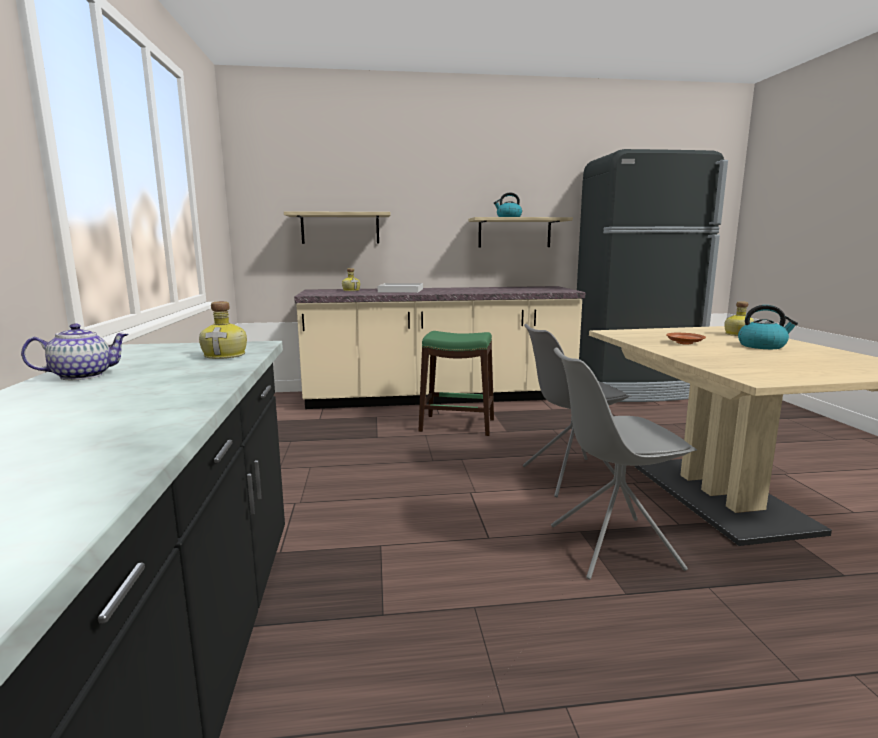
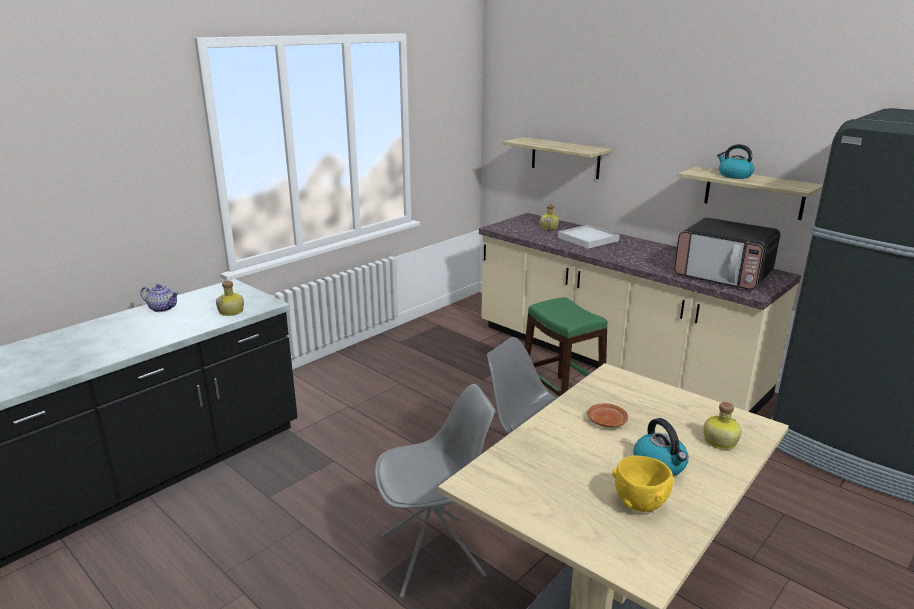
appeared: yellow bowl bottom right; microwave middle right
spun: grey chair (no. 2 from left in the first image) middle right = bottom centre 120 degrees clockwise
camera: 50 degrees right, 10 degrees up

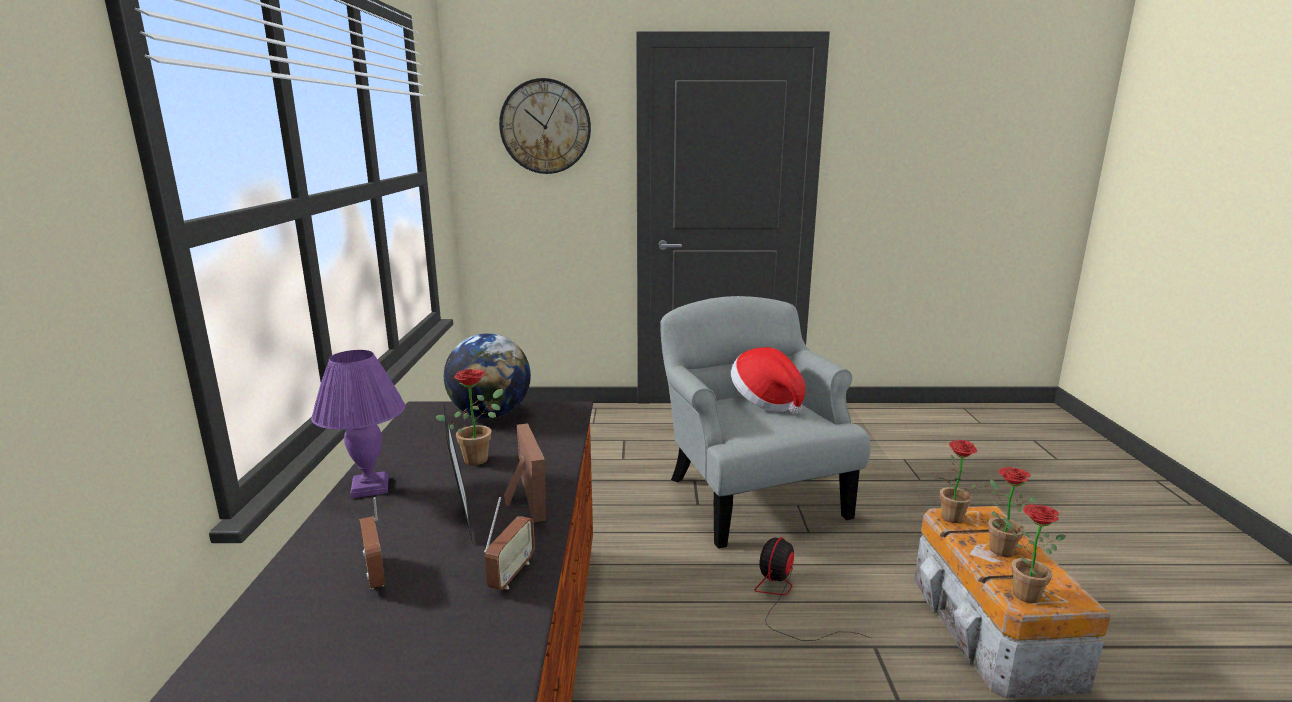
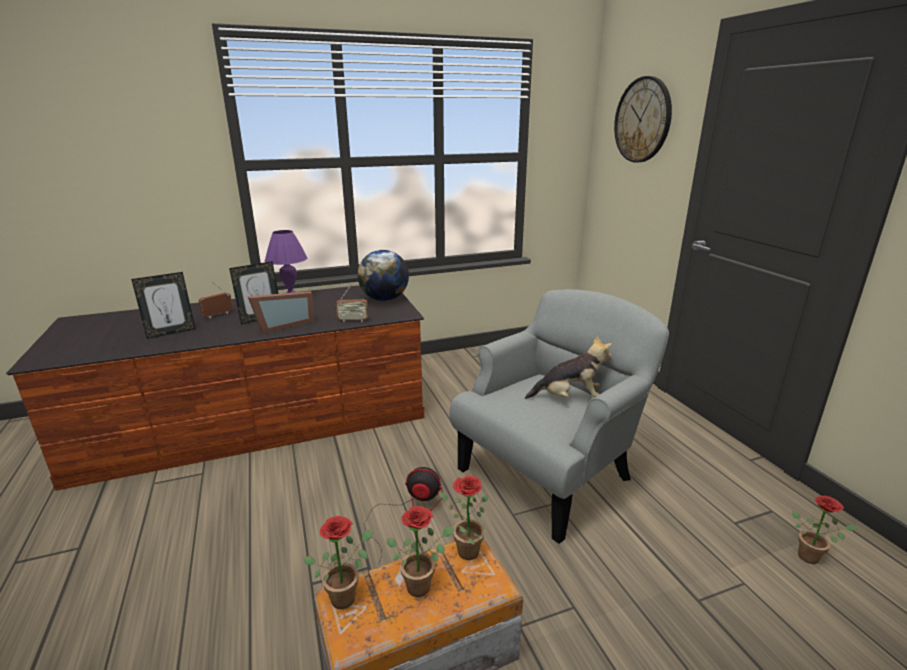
appeared: picture frame (no. 1 from left) middle left
relocated: potted plant (no. 1 from left in the first image) centre to potted plant (no. 4 from left) bottom right; radio (no. 2 from left) bottom centre to centre
exchanged: hat centre to plush toy centre
camera: 70 degrees right, 5 degrees up

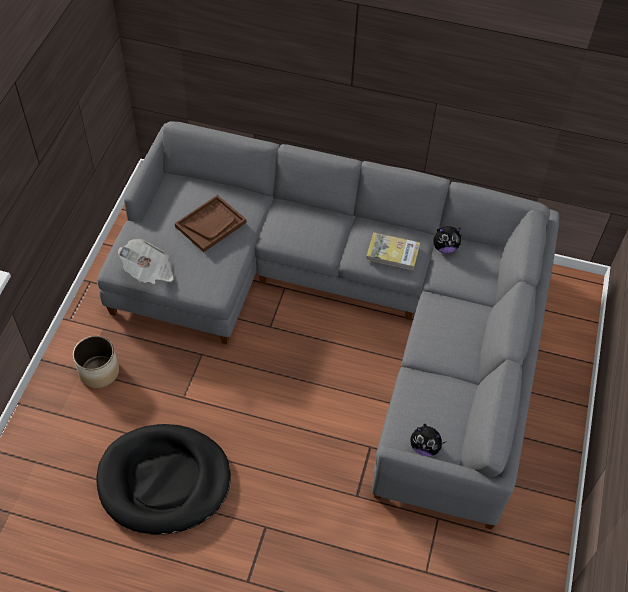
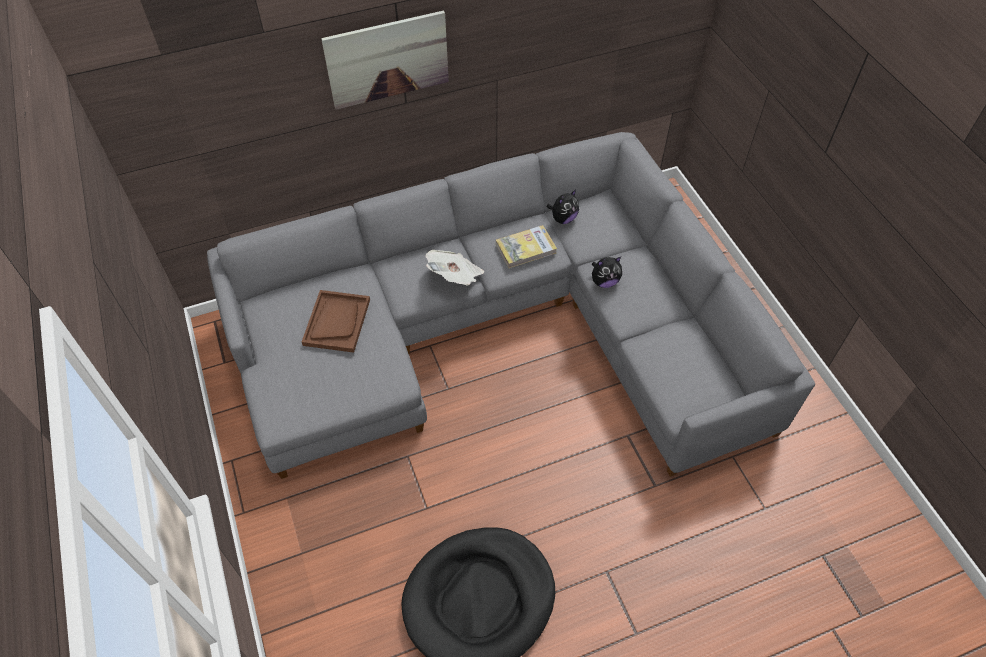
missing: planter middle left
appeared: picture top centre
relocated: newspaper middle left to centre; plush toy (no. 1 from left in the first image) bottom right to plush toy (no. 2 from left) centre
camera: 35 degrees left, 0 degrees up

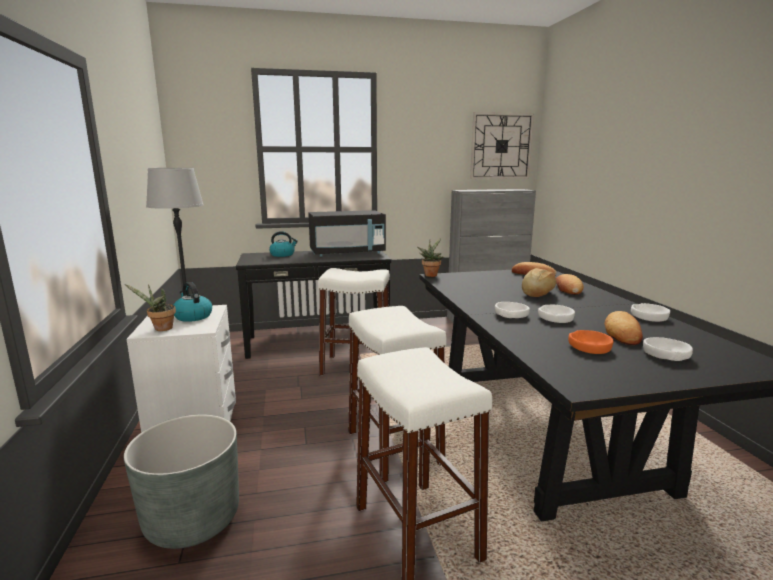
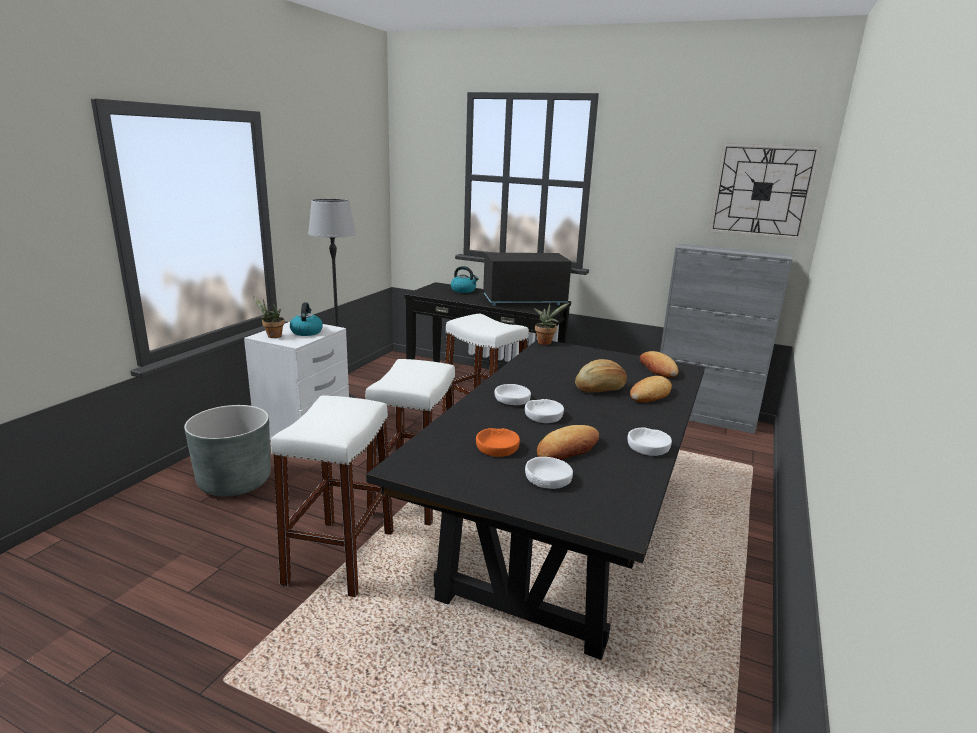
spun: black microwave centre = centre 150 degrees clockwise
camera: 35 degrees right, 5 degrees up

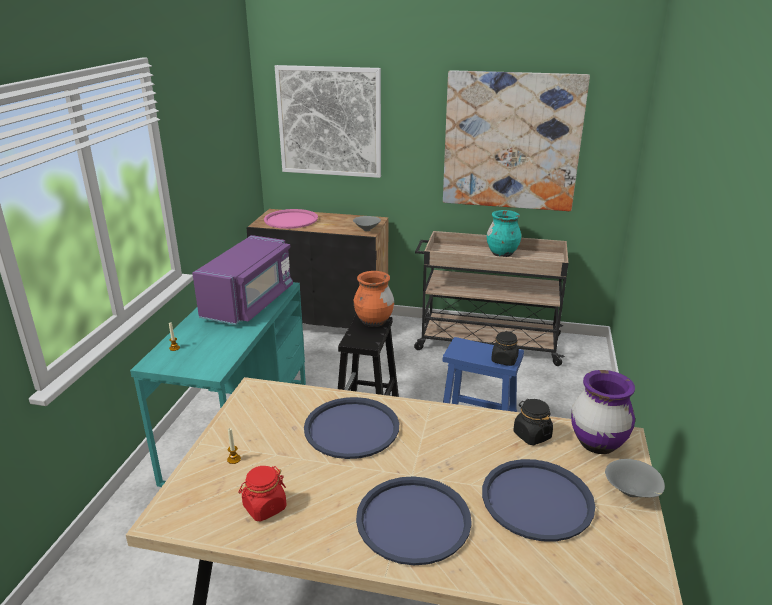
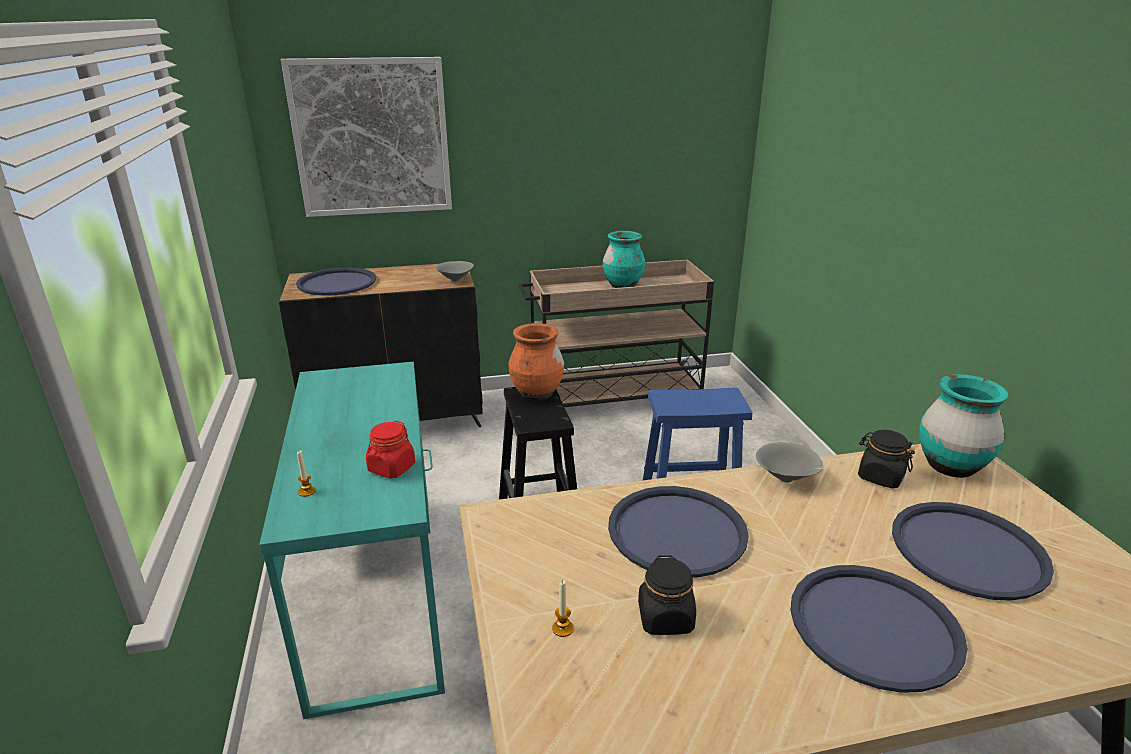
missing: purple microwave middle left; picture (no. 2 from left) top right
relocated: red jar bottom centre to centre; black jar (no. 1 from left) centre to bottom centre; grey bowl (no. 2 from left) bottom right to middle right
colour: pink tray centre to blue tray (no. 1 from left) middle left; purple vase bottom right to turquoise vase (no. 2 from left) middle right
camera: 25 degrees left, 0 degrees up

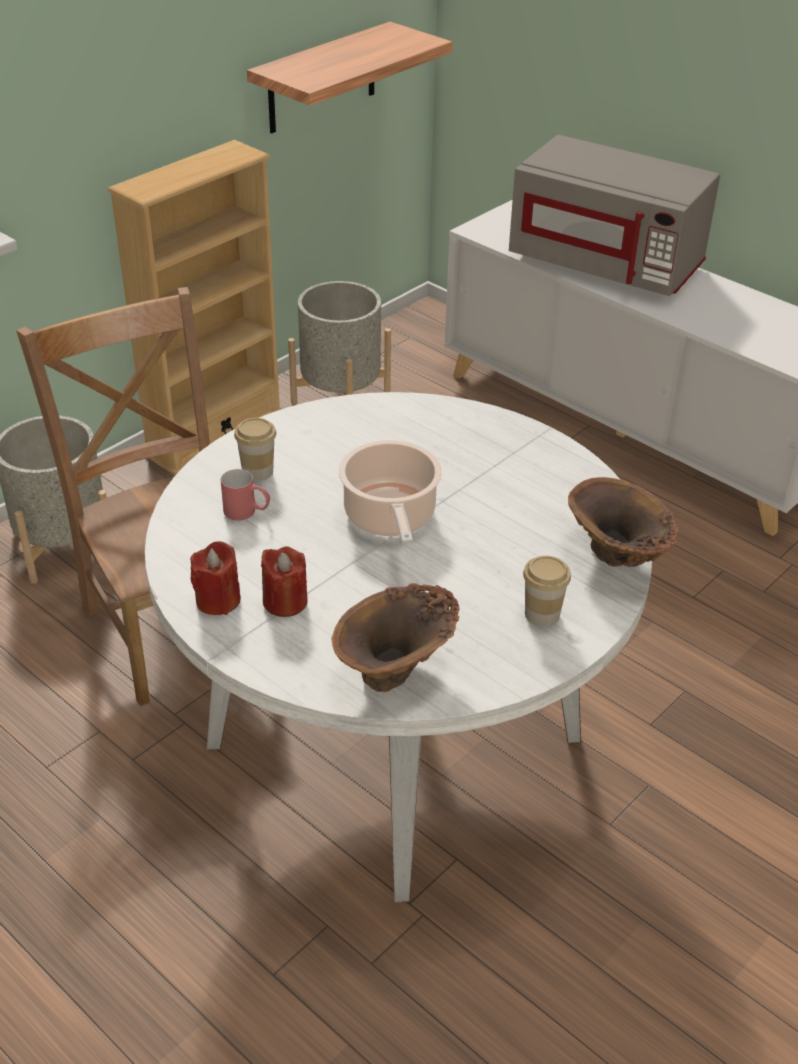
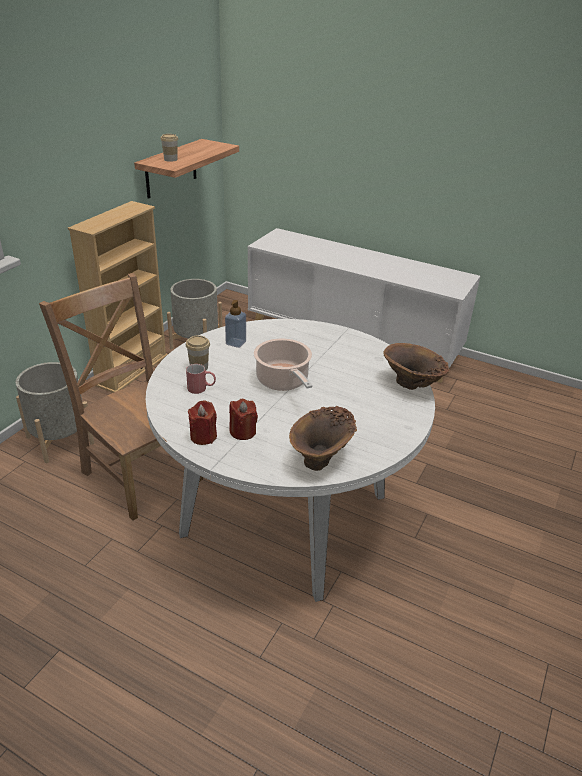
missing: grey microwave top right
appeared: soap dispenser centre
relocated: cup (no. 2 from left in the first image) middle right to cup (no. 1 from left) top left
camera: 15 degrees left, 5 degrees down

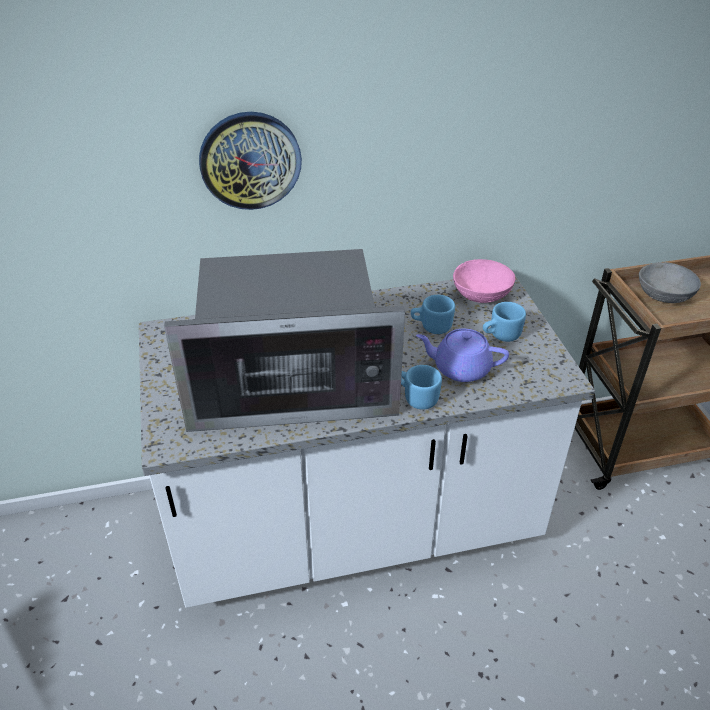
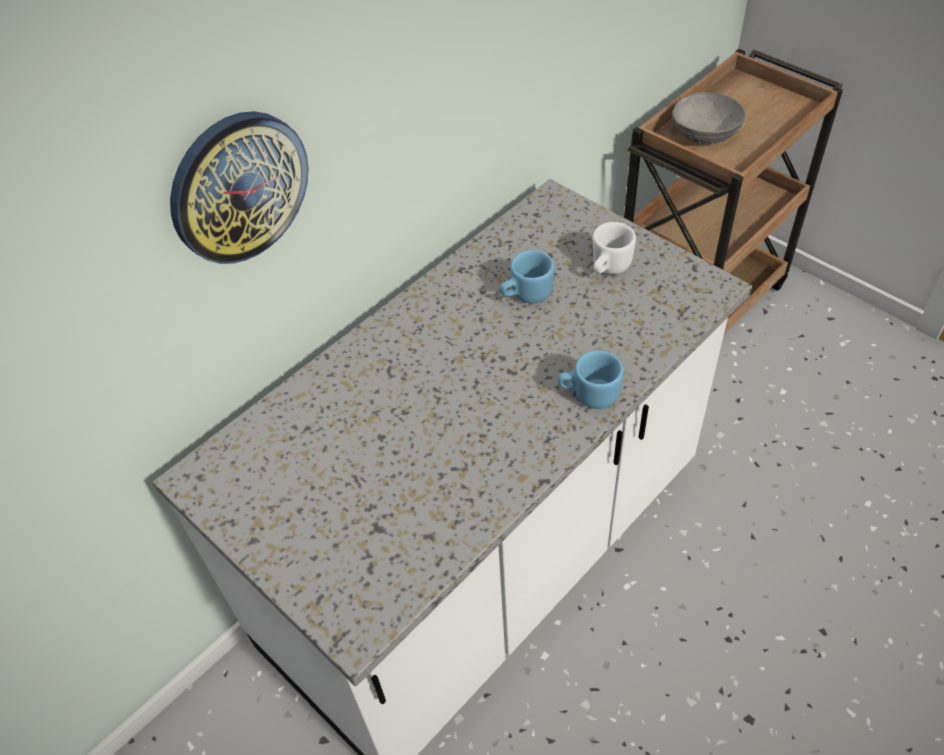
missing: microwave centre; purple teapot centre; pink bowl middle right
colour: blue mug (no. 3 from left) middle right to white mug top centre
camera: 30 degrees left, 10 degrees up

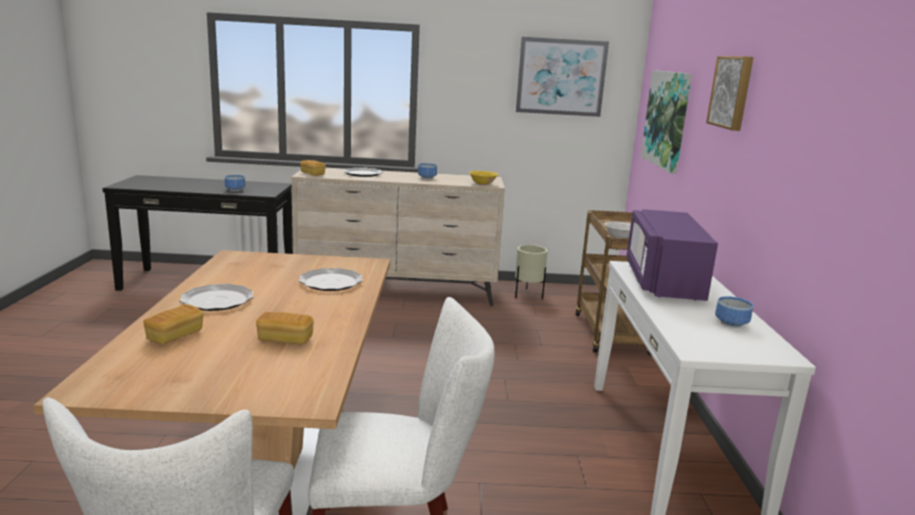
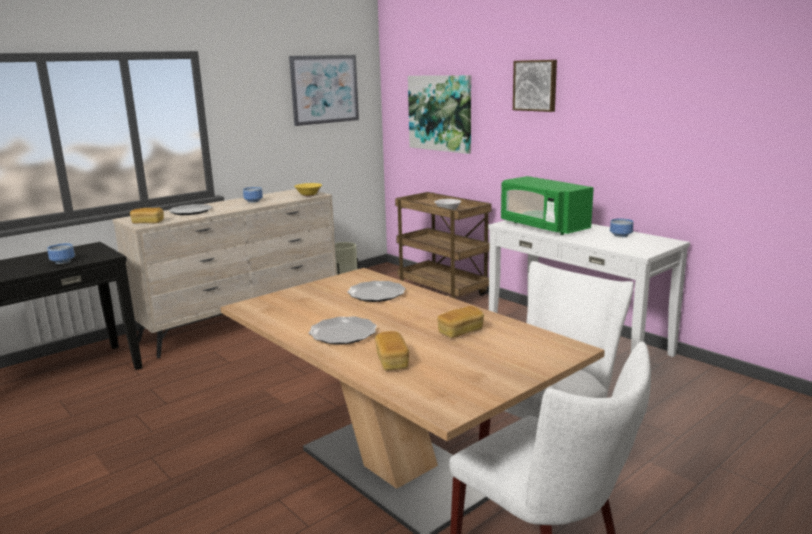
colour: purple microwave middle right to green microwave middle right
camera: 40 degrees left, 0 degrees up

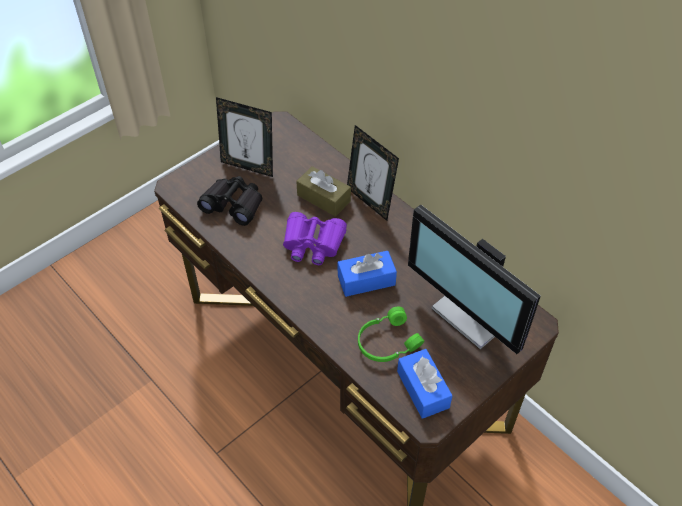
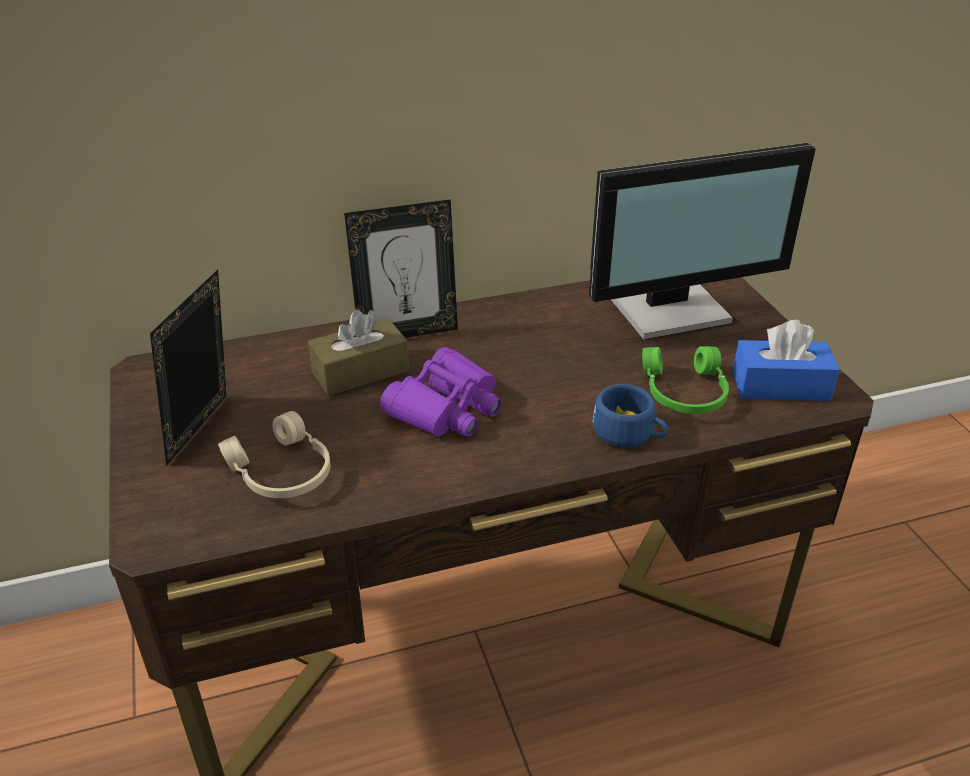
missing: blue tissue box (no. 1 from left) centre
appeared: blue cup centre
exchanged: black binoculars centre to beige headphones middle left
spun: picture frame (no. 1 from left) top centre = middle left 150 degrees clockwise
camera: 65 degrees left, 15 degrees down

